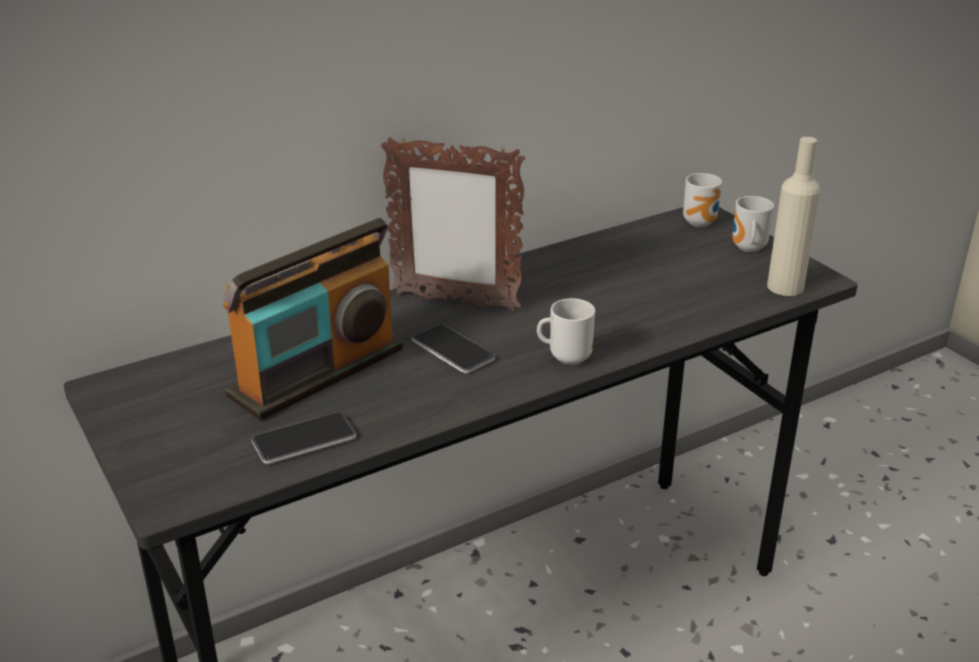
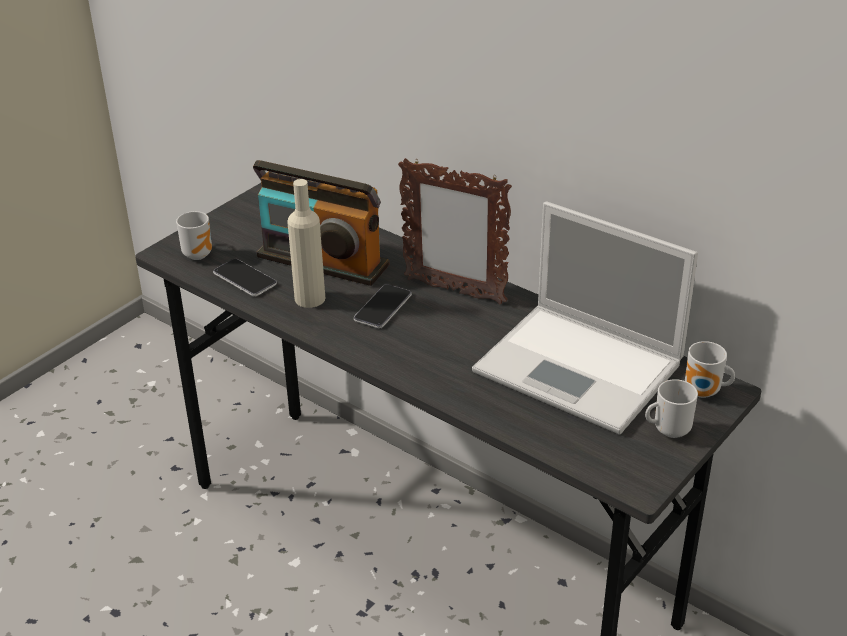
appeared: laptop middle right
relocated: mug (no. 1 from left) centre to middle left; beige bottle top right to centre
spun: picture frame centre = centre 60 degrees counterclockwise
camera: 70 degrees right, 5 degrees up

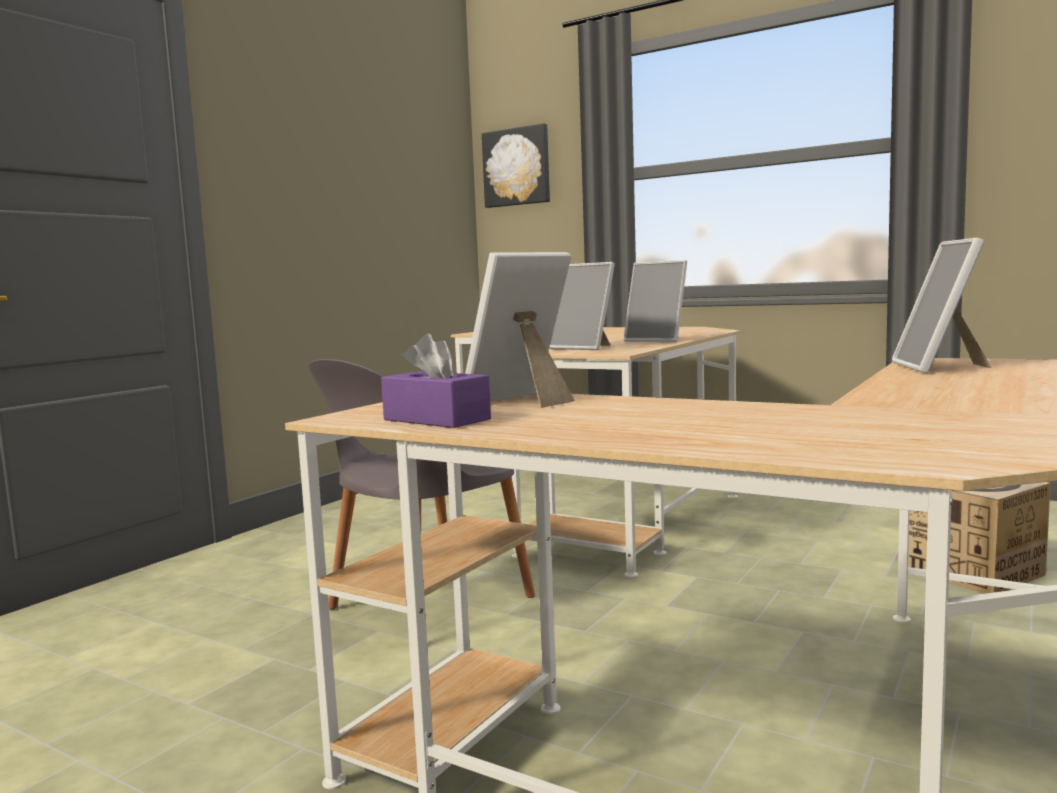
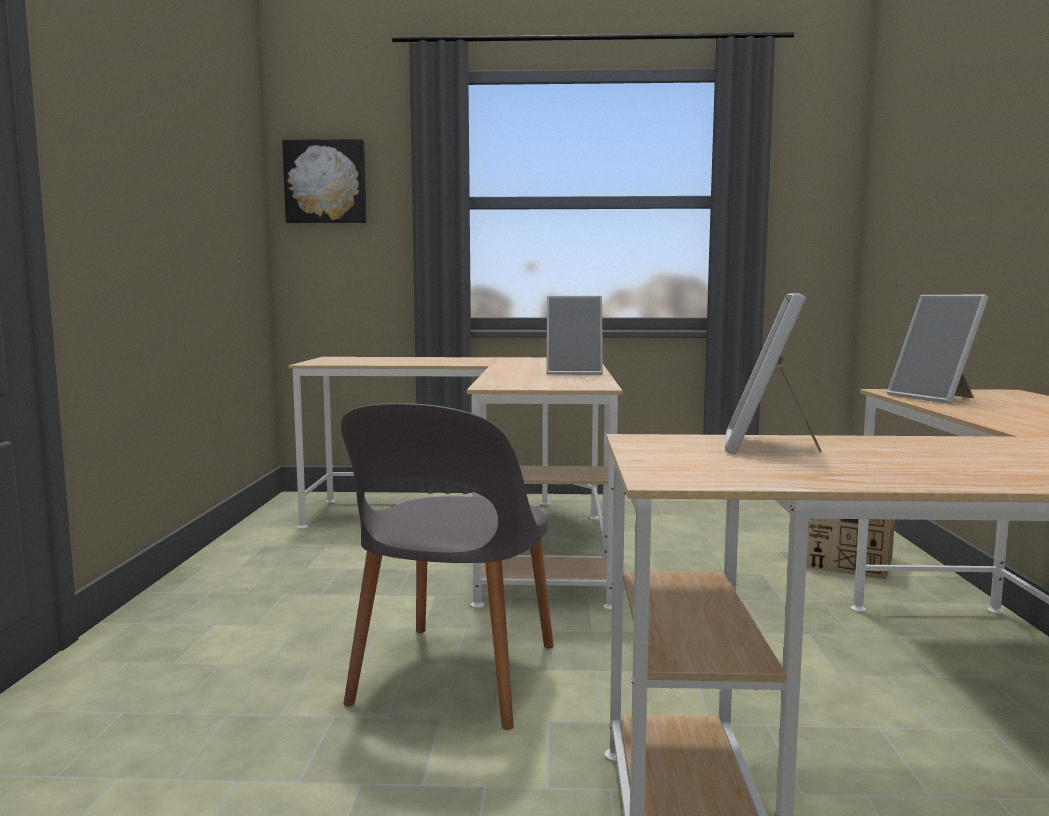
missing: purple tissue box centre; picture frame (no. 2 from left) centre
camera: 30 degrees left, 0 degrees up

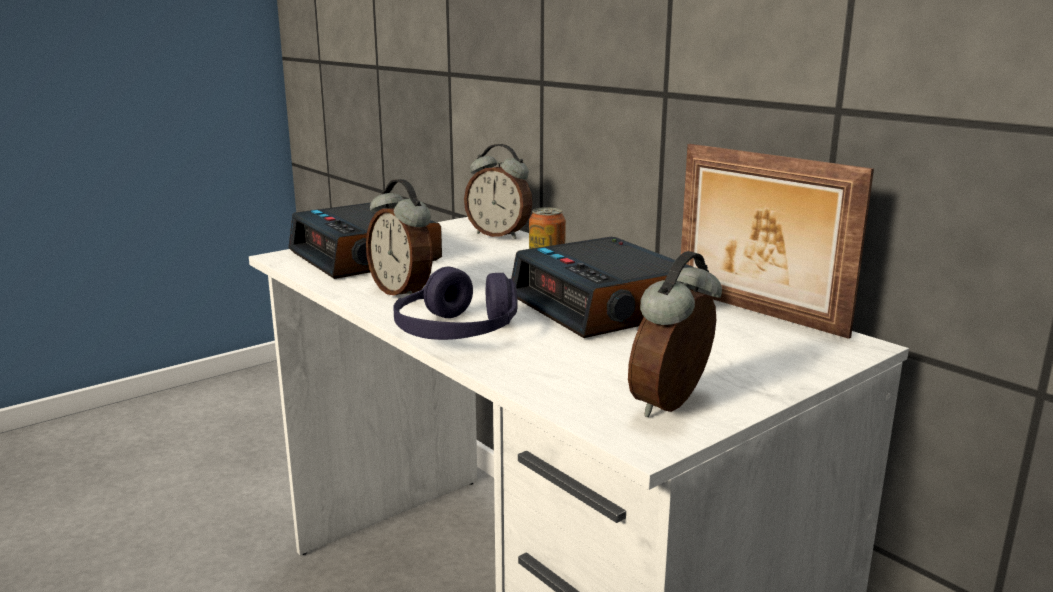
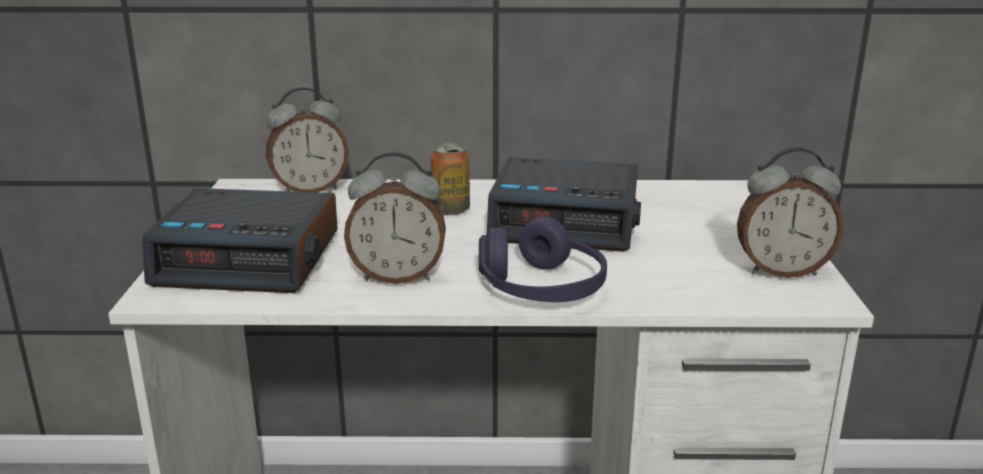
missing: picture frame middle right
spun: alarm clock (no. 5 from left) centre = middle right 75 degrees counterclockwise
camera: 50 degrees left, 5 degrees up

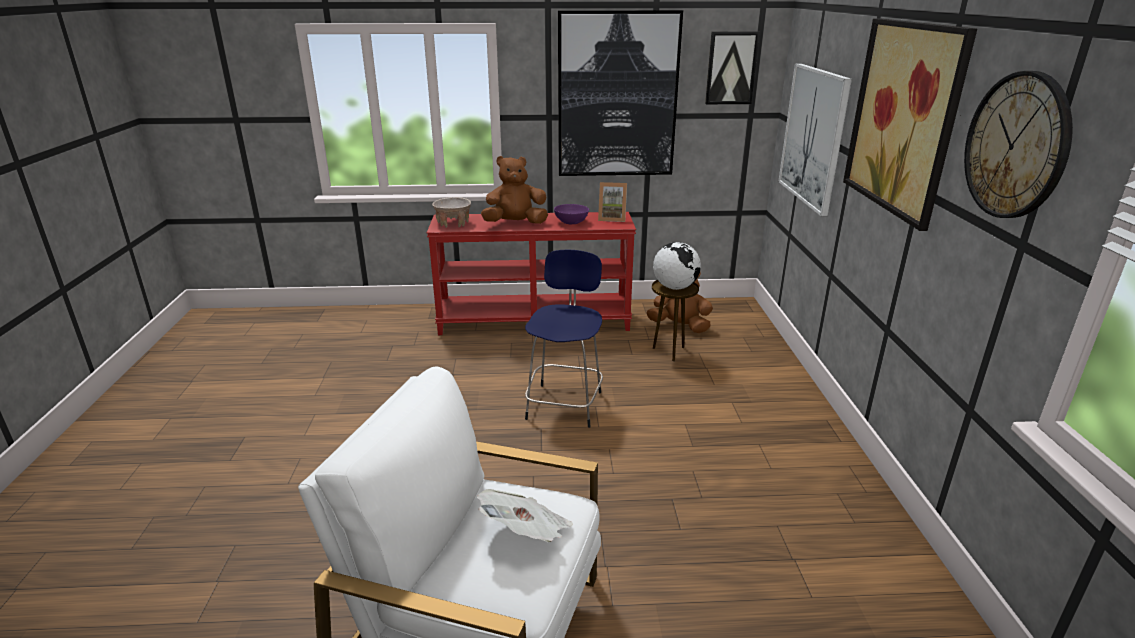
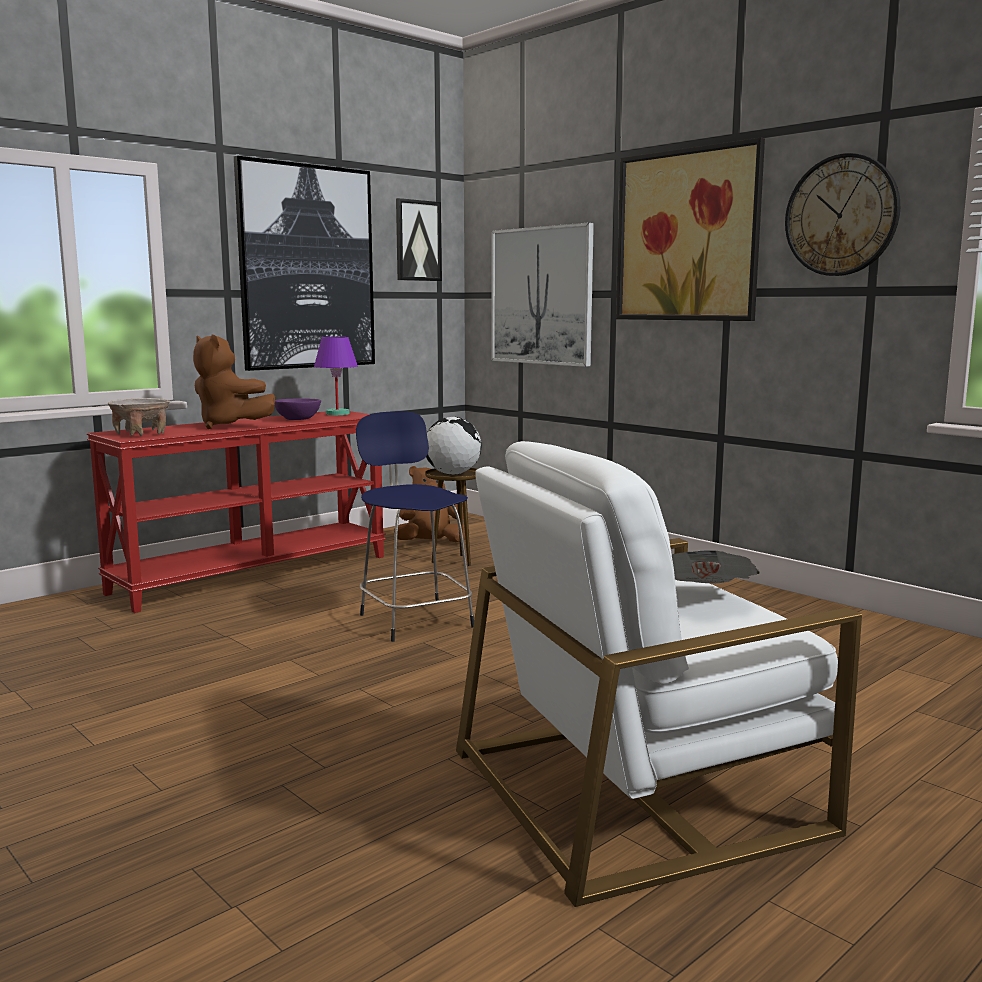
exchanged: picture frame top centre to purple table lamp centre
spun: brown plush toy (no. 1 from left) top centre = middle left 90 degrees counterclockwise
camera: 40 degrees left, 15 degrees down

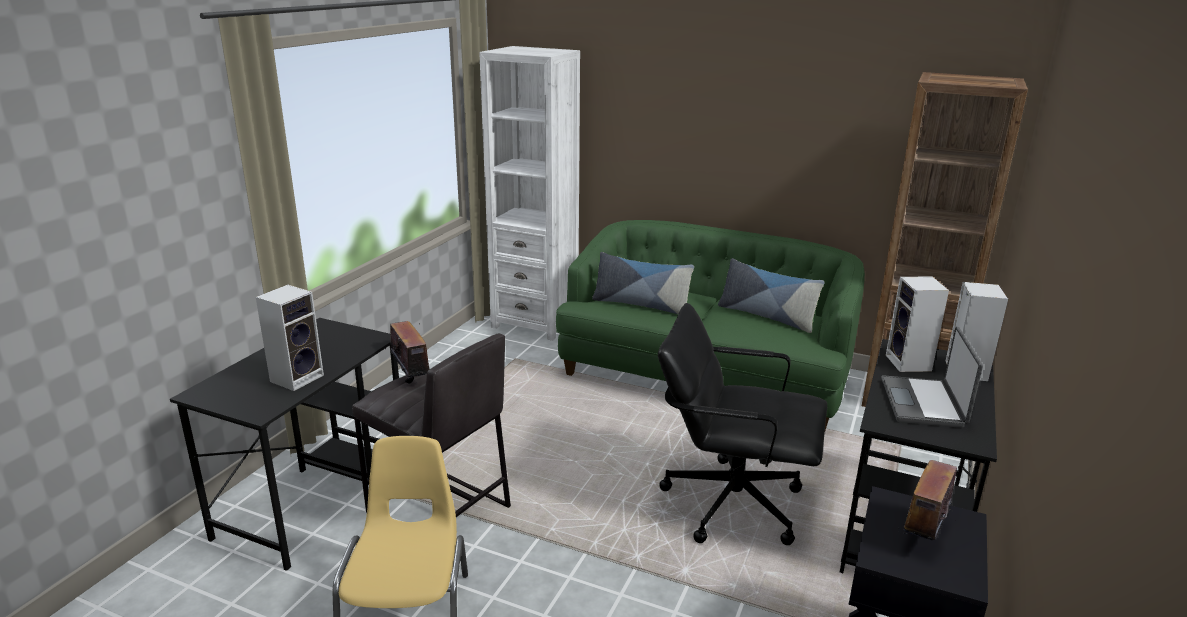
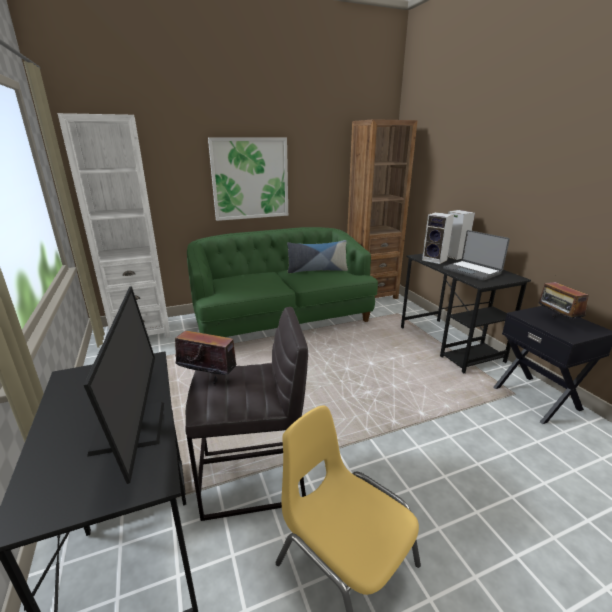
missing: pillow (no. 1 from left) centre; black office chair bottom centre
appeared: picture top centre
exchanged: speaker (no. 1 from left) middle left to monitor middle left
camera: 45 degrees left, 0 degrees up

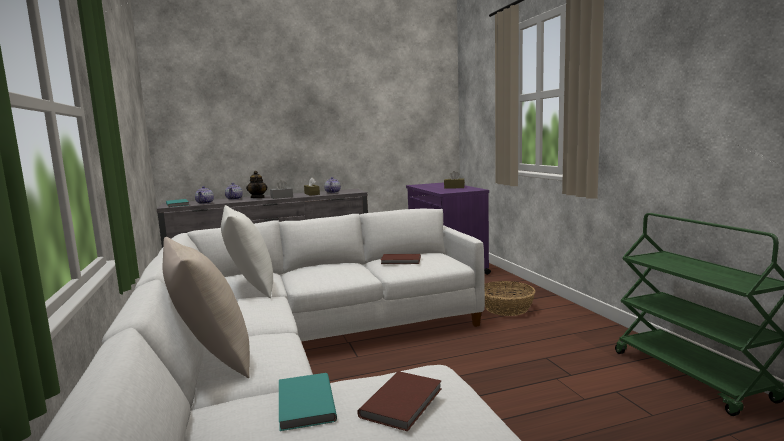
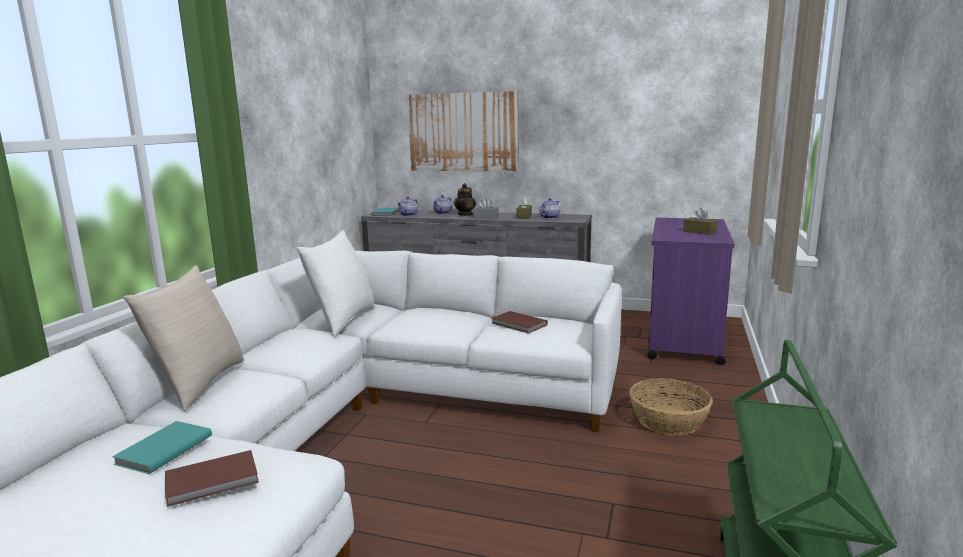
appeared: picture top centre
camera: 35 degrees right, 5 degrees up

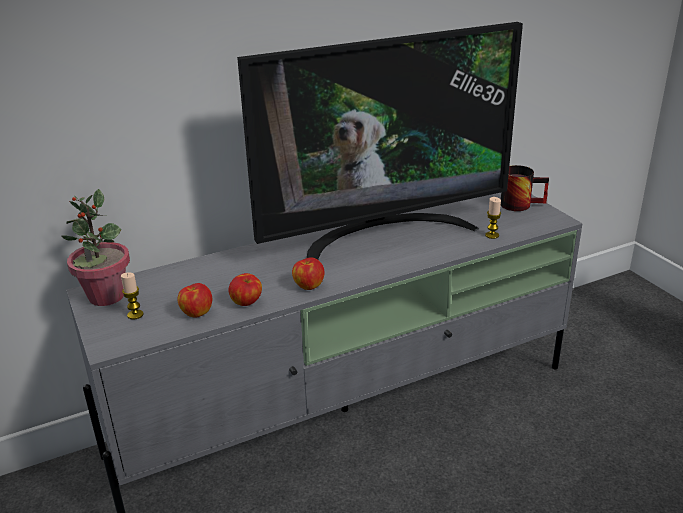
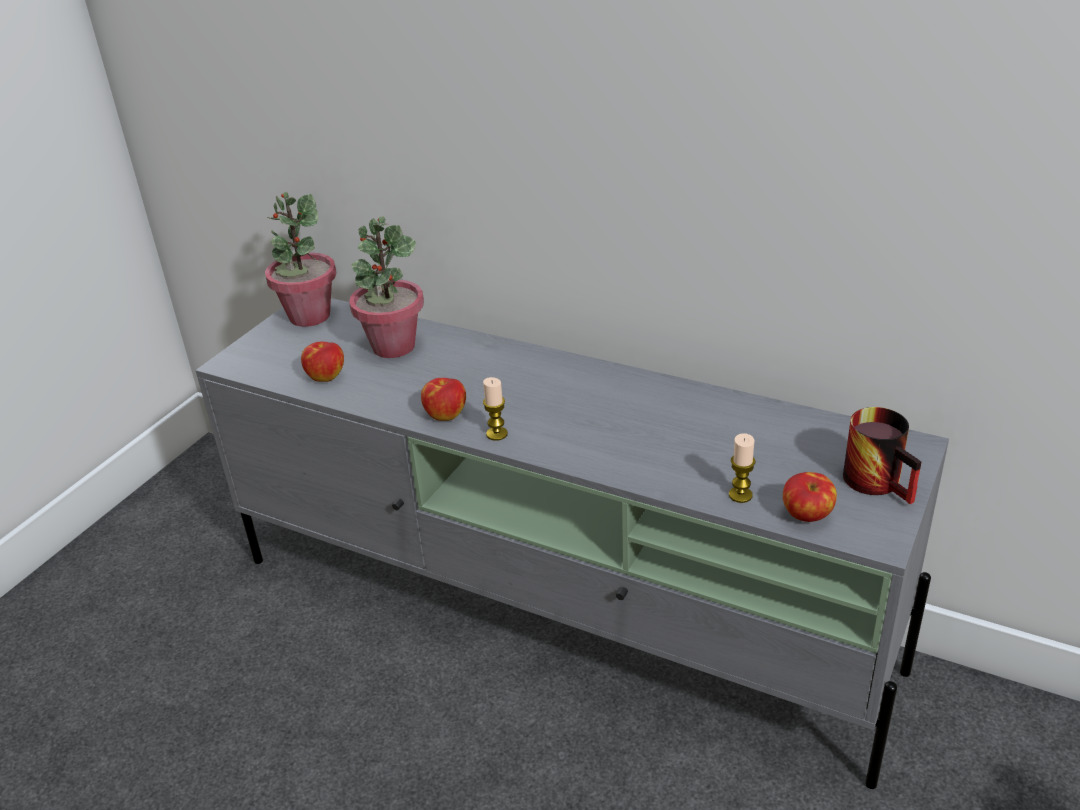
missing: television top centre
appeared: potted plant (no. 2 from left) centre
relocated: candle (no. 1 from left) middle left to centre; apple (no. 2 from left in the first image) centre to apple (no. 3 from left) middle right
camera: 55 degrees right, 5 degrees up

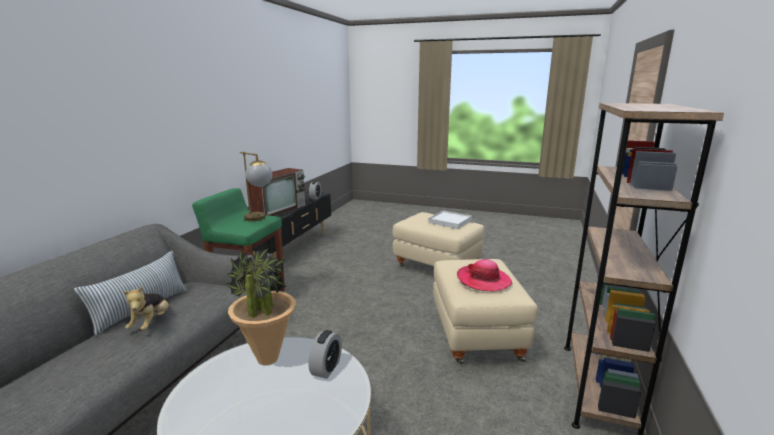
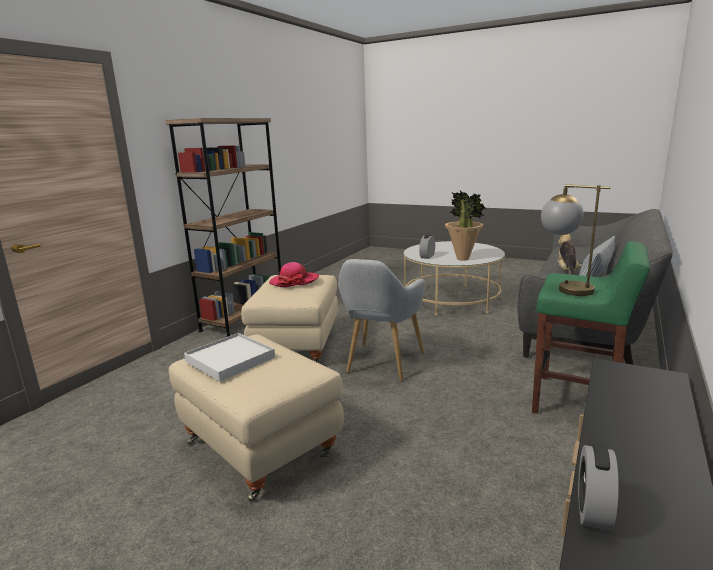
missing: television centre
appeared: grey armchair centre
camera: 170 degrees left, 0 degrees up

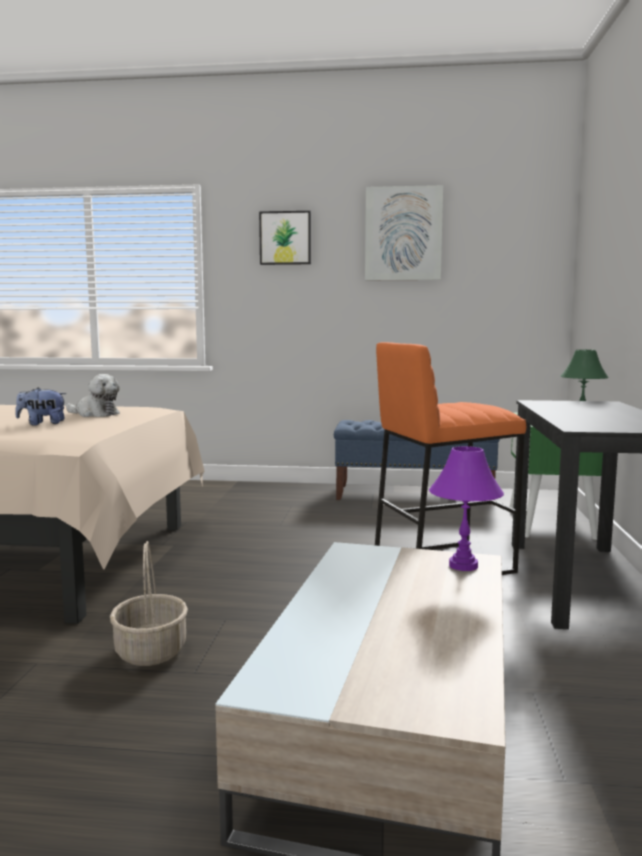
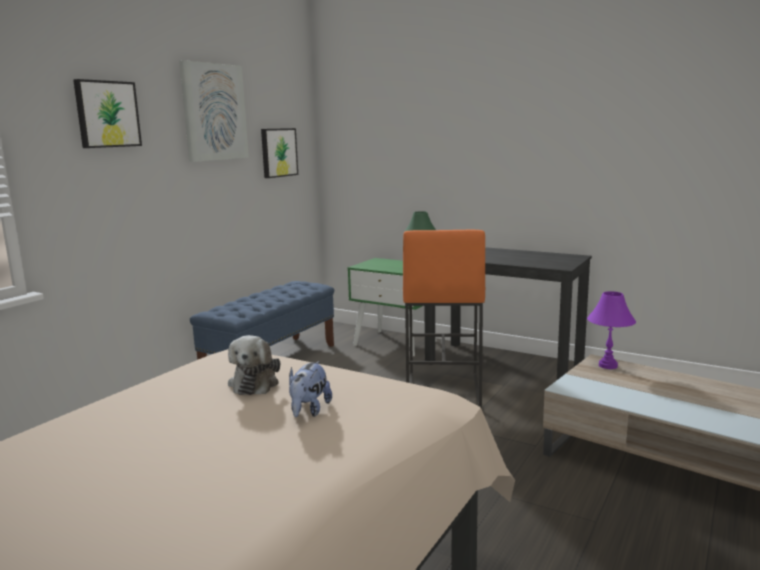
missing: basket bottom left
appeared: picture (no. 3 from left) top centre
spun: plush toy (no. 2 from left in the first image) middle left = centre 135 degrees clockwise
camera: 65 degrees left, 5 degrees up

